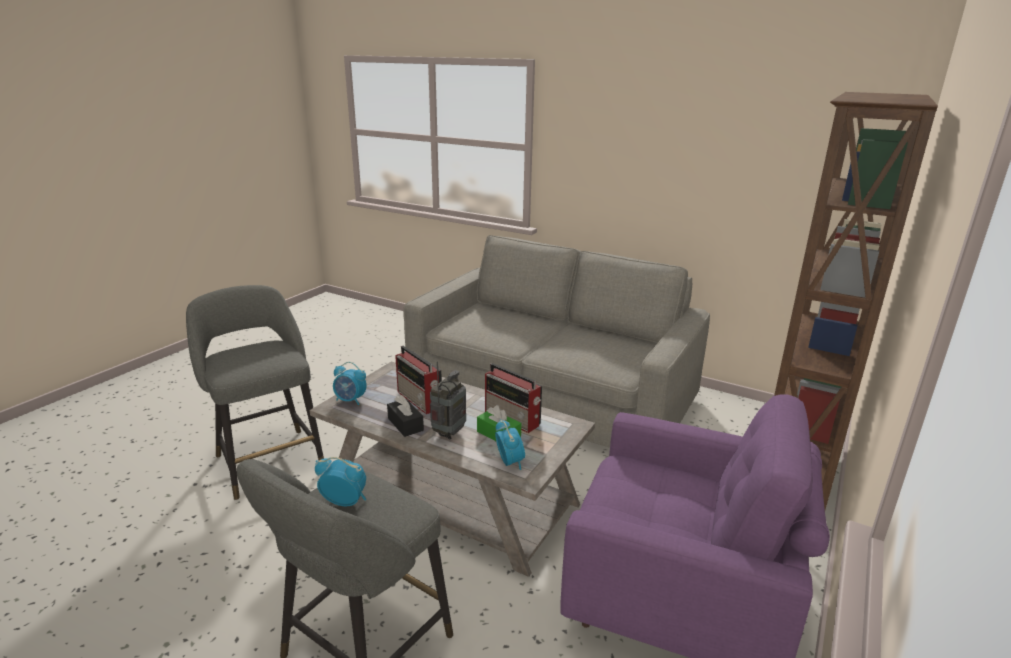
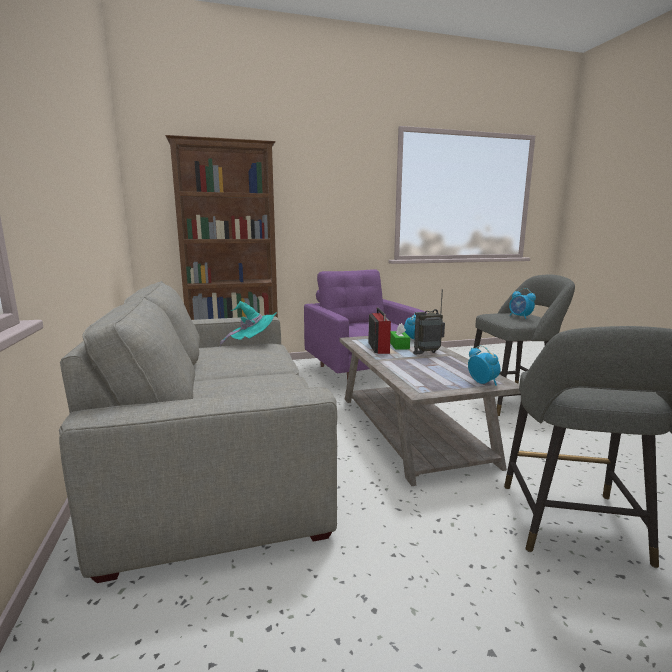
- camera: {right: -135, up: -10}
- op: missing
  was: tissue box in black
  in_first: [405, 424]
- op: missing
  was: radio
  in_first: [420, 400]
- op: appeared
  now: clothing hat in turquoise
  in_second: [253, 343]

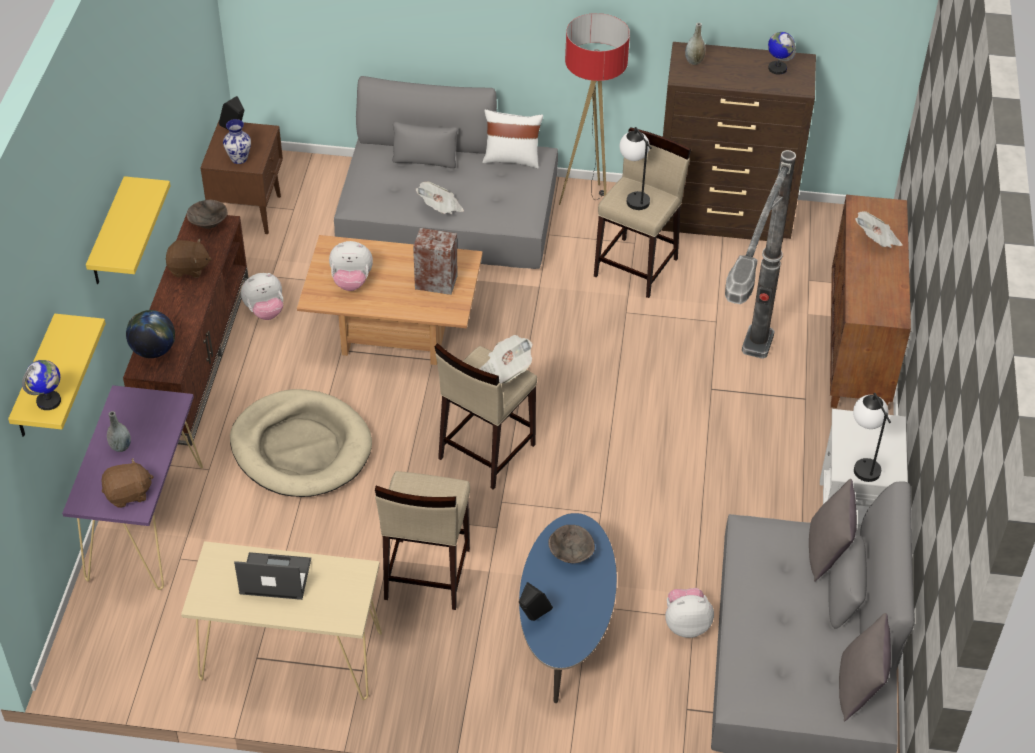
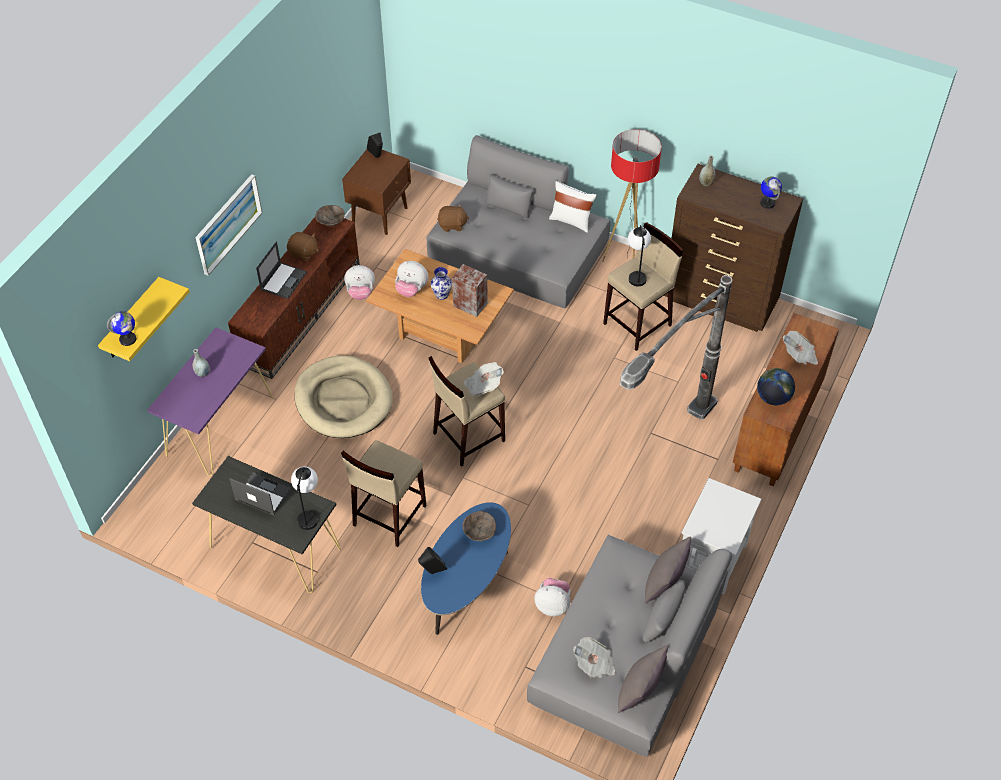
- camera: {right: 20, up: 5}
- op: exchanged
  was: wall shelf in yellow
  now: picture
  in_first: [108, 234]
  in_second: [228, 224]
- op: relocated
  was: cuddly toy in brown
  in_first: [128, 494]
  in_second: [452, 225]
- op: relocated
  was: desk globe
  in_first: [154, 351]
  in_second: [773, 398]
- op: colour
  was: console table in beige-coloured
  now: console table in black
  in_first: [290, 655]
  in_second: [274, 547]
- op: relocated
  was: decorative vase
  in_first: [239, 158]
  in_second: [442, 295]
- op: relocated
  was: printed paper
  in_first: [440, 208]
  in_second: [594, 664]
- op: relocated
  was: table lamp
  in_first: [862, 463]
  in_second: [309, 514]
- op: appeared
  now: laptop
  in_second: [283, 280]

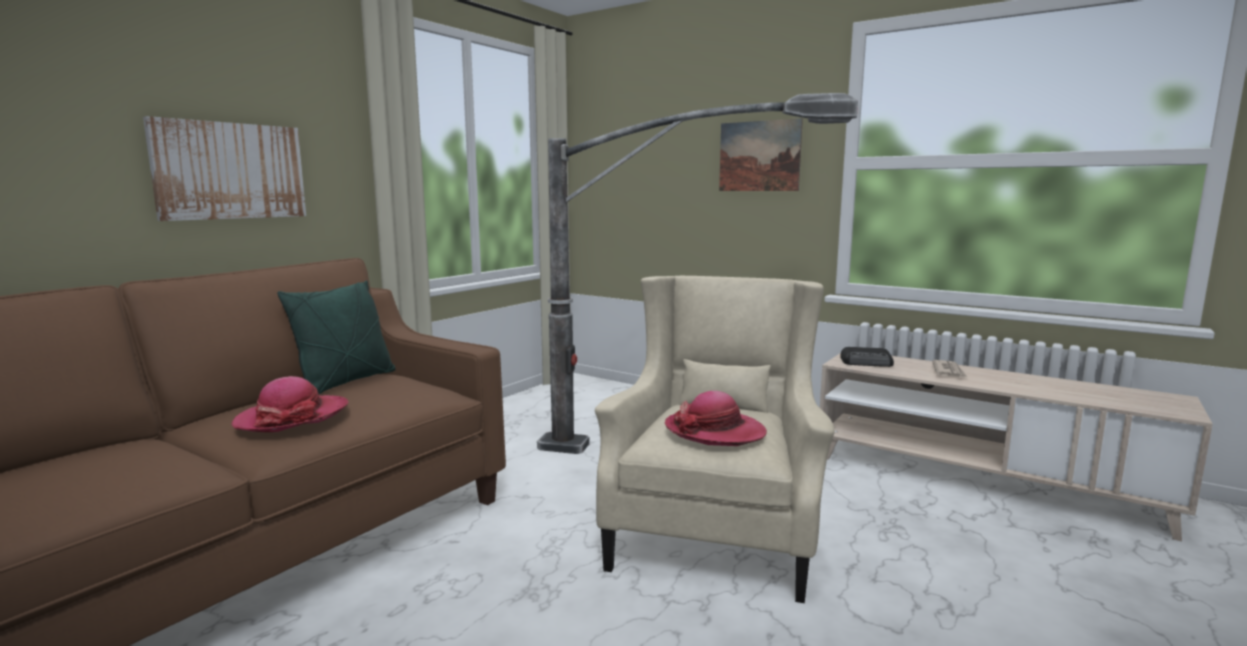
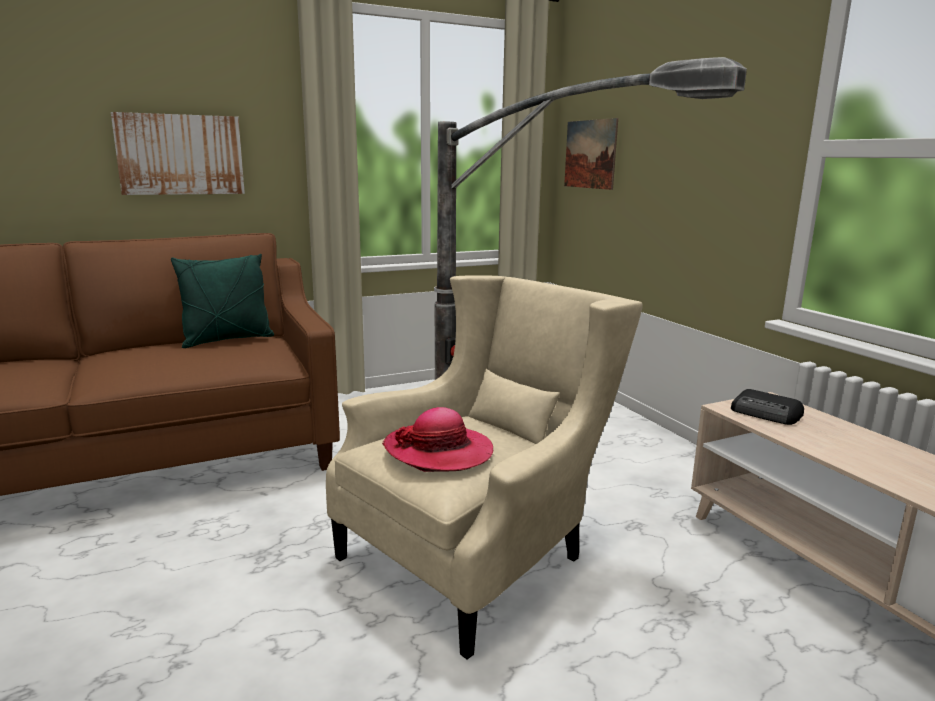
- camera: {right: 30, up: 5}
- op: missing
  was: clothing hat
  in_first: [292, 417]
- op: relocated
  was: picture
  in_first: [759, 156]
  in_second: [590, 154]
- op: missing
  was: printed paper
  in_first: [948, 371]

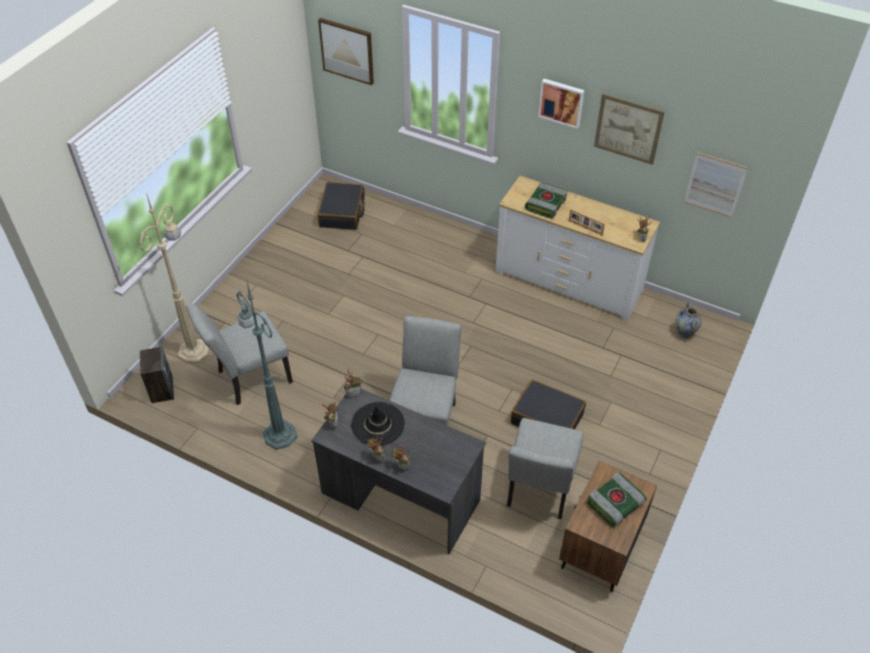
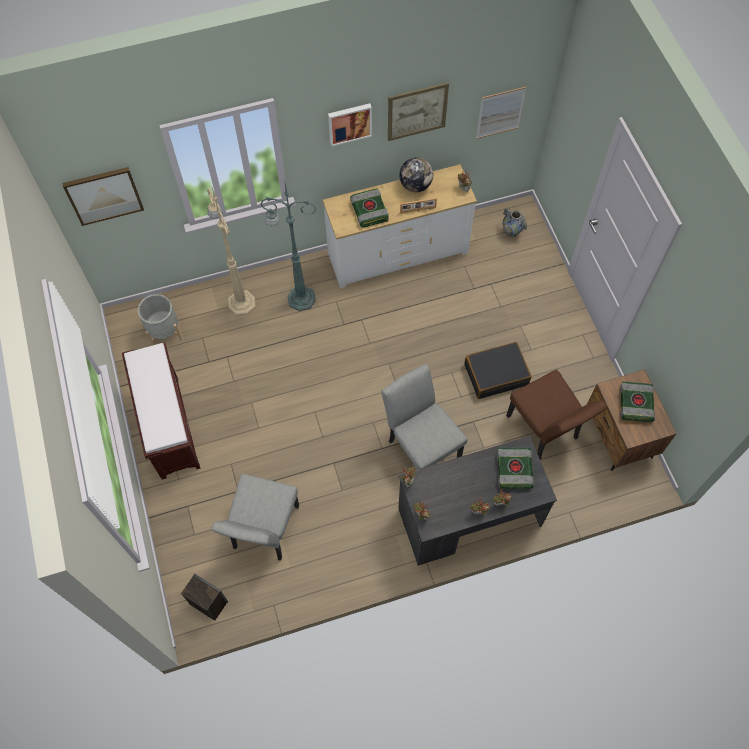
- camera: {right: -45, up: 15}
- op: relocated
  was: floor lamp in beige-coloured
  in_first: [195, 350]
  in_second: [241, 301]
- op: relocated
  was: floor lamp in green
  in_first: [279, 433]
  in_second: [299, 298]
- op: exchanged
  was: piece of luggage in black
  now: flower pot in gray
  in_first: [342, 212]
  in_second: [164, 331]
- op: missing
  was: clothing hat in black
  in_first: [378, 424]
- op: colour
  was: chair in gray
  now: chair in brown
  in_first: [538, 491]
  in_second: [545, 431]
- op: appeared
  now: long seat in brown
  in_second: [169, 426]
- op: appeared
  now: desk globe
  in_second: [415, 185]
- op: appeared
  now: bound book
  in_second: [514, 471]

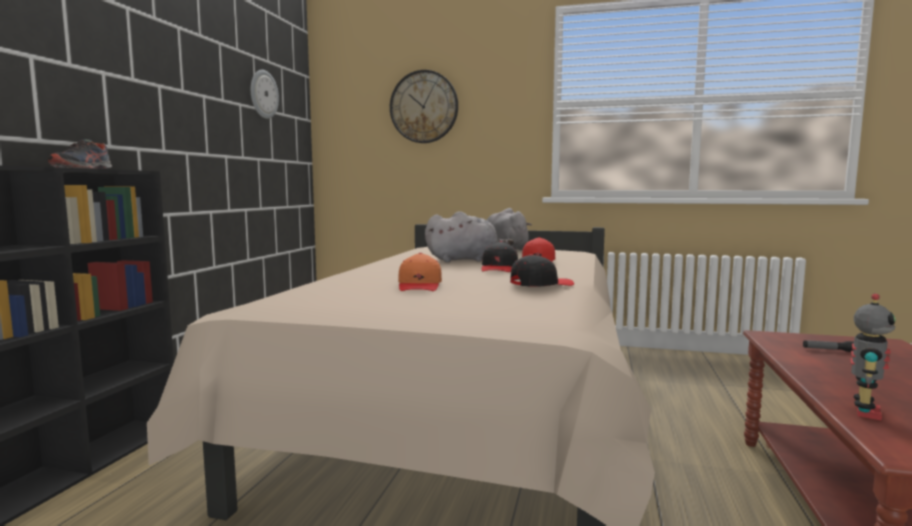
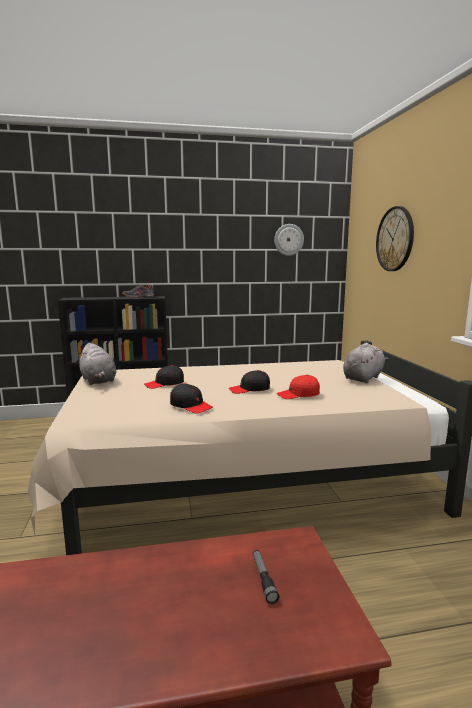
- camera: {right: 65, up: 5}
- op: colour
  was: cap in orange-coloured
  now: cap in black
  in_first: [420, 285]
  in_second: [165, 384]
- op: relocated
  was: cuddly toy in gray
  in_first: [465, 260]
  in_second: [98, 381]
- op: missing
  was: model robot
  in_first: [864, 412]

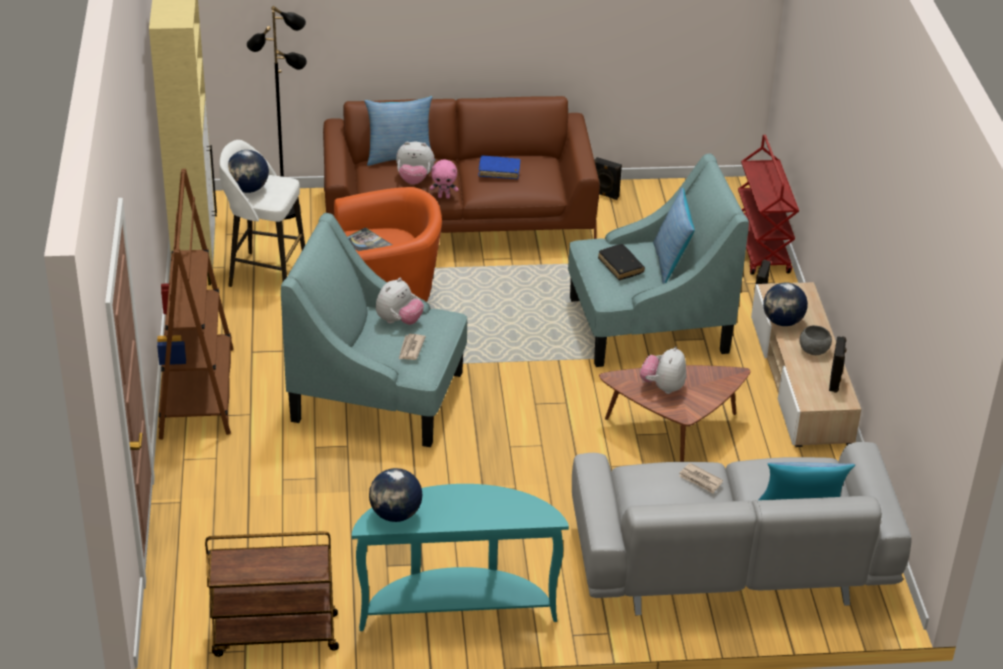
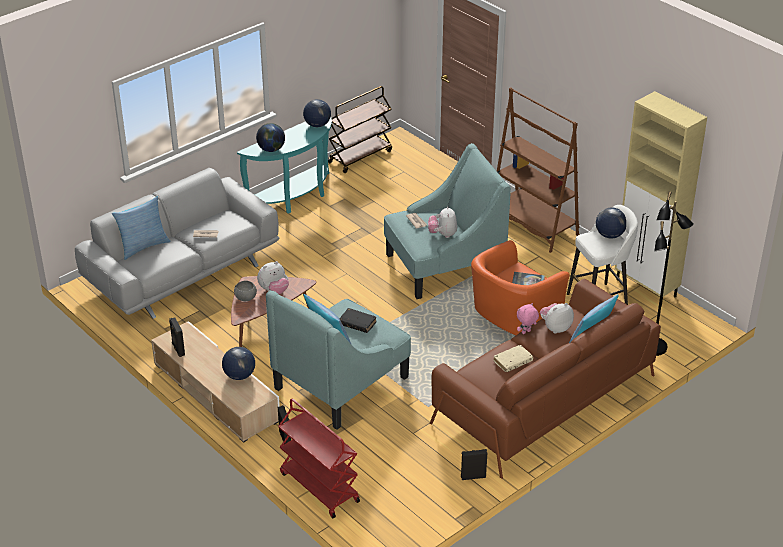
- camera: {right: 145, up: 0}
- op: colour
  was: bound book in bluish
  now: bound book in beige-coloured
  in_first: [499, 171]
  in_second: [513, 362]
- op: spun
  was: cuddly toy
  in_first: [662, 387]
  in_second: [274, 290]
  clockwise: 75
- op: relocated
  was: bowl in gray
  in_first: [814, 350]
  in_second: [245, 297]
- op: appeared
  now: desk globe
  in_second: [271, 149]

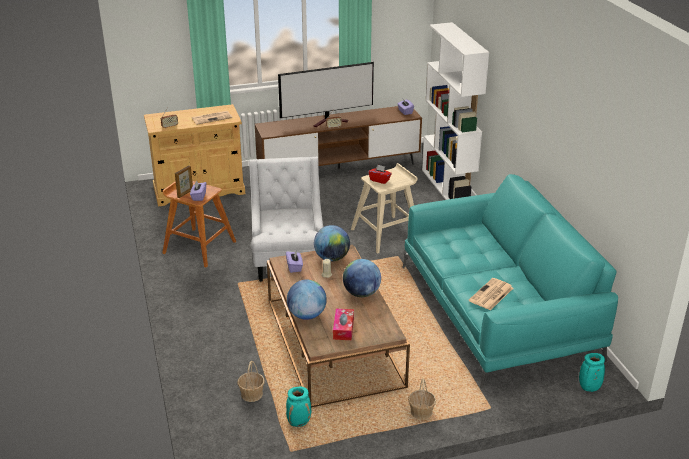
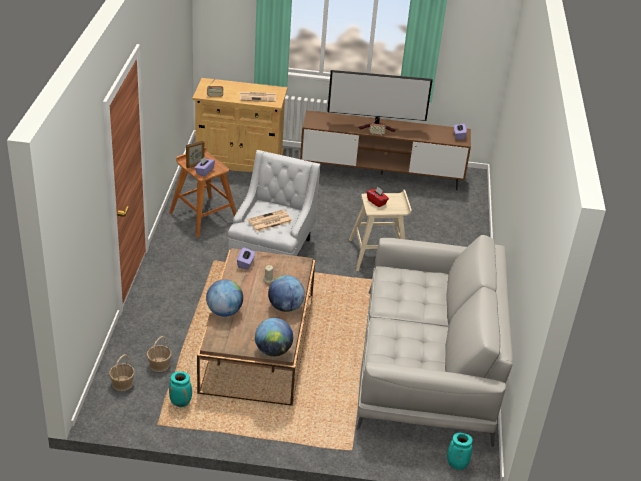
- camera: {right: 20, up: 5}
- op: relocated
  was: desk globe
  in_first: [332, 258]
  in_second: [273, 351]
- op: missing
  was: tissue box
  in_first: [343, 328]
- op: colour
  was: sofa in turquoise
  now: sofa in gray
  in_first: [498, 312]
  in_second: [426, 365]
- op: relocated
  was: household basket
  in_first: [421, 412]
  in_second: [122, 384]
- op: missing
  was: bookcase in white
  in_first: [448, 187]
- op: relocated
  was: printed paper
  in_first: [491, 295]
  in_second: [269, 221]

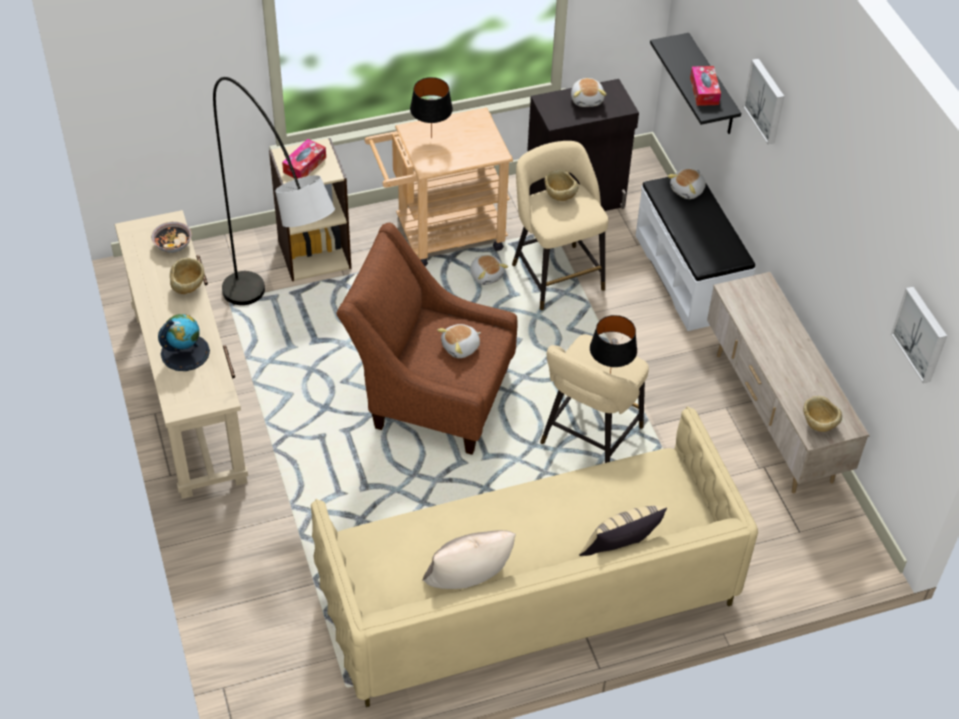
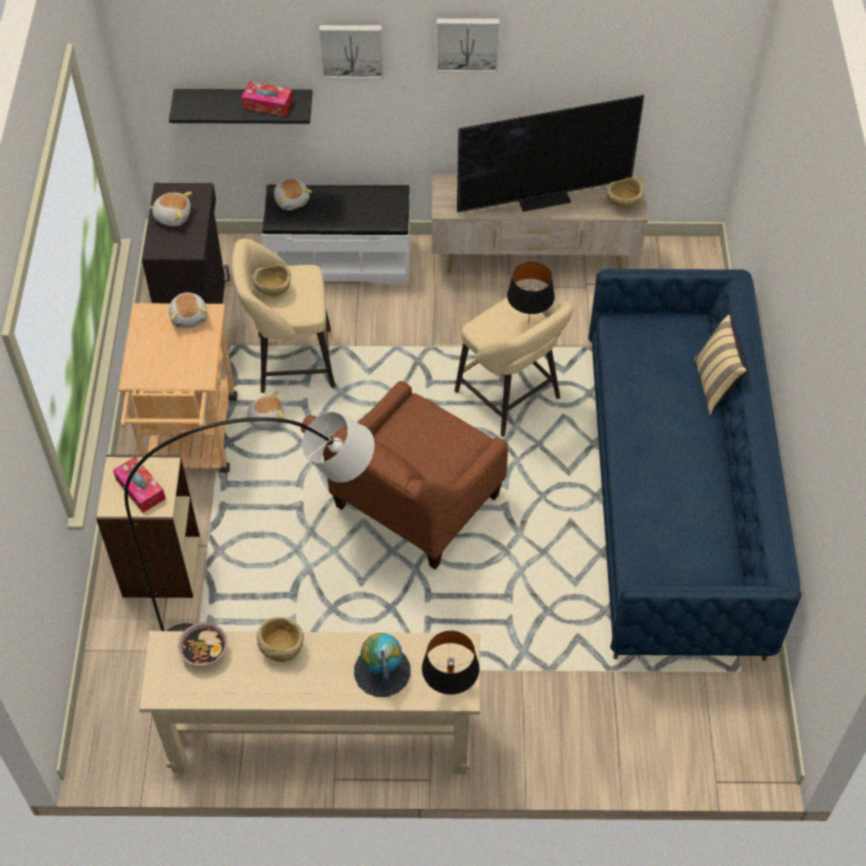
- camera: {right: -70, up: 5}
- op: colour
  was: sofa in beige-coloured
  now: sofa in bluish
  in_first: [527, 594]
  in_second: [674, 498]
- op: relocated
  was: table lamp in black
  in_first: [431, 138]
  in_second: [450, 691]
- op: missing
  was: throw pillow in beige-coloured
  in_first: [468, 582]
- op: relocated
  was: cuddly toy
  in_first: [461, 347]
  in_second: [189, 316]
- op: relocated
  was: picture
  in_first: [922, 334]
  in_second: [467, 43]
- op: appeared
  now: TV
  in_second: [544, 197]

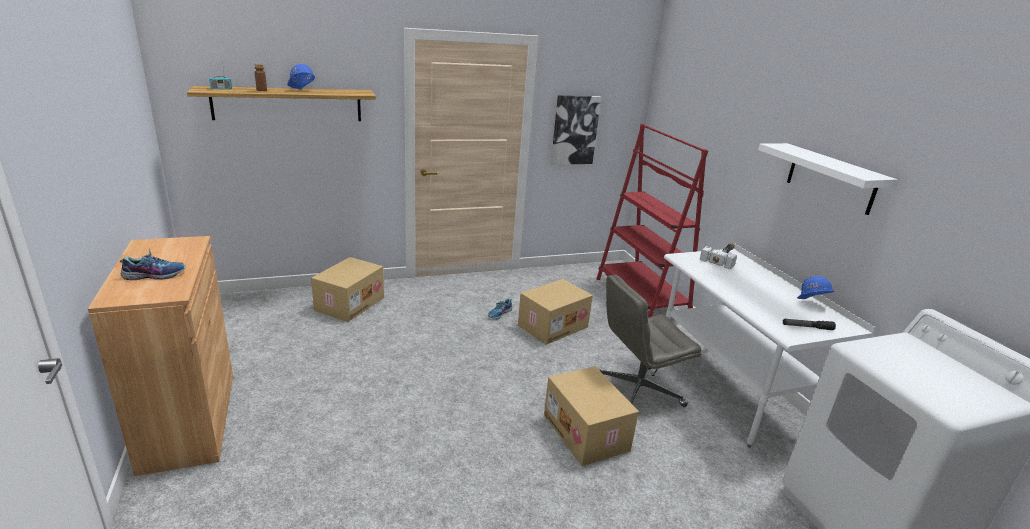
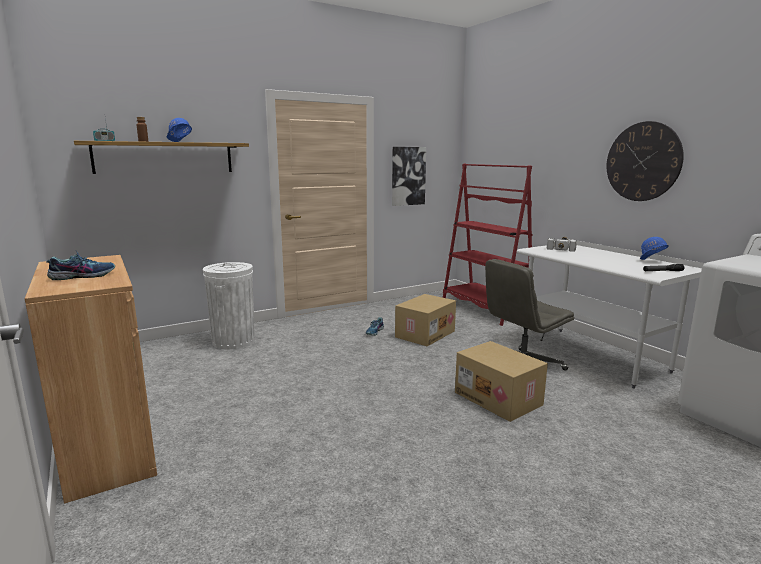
- camera: {right: -10, up: -10}
- op: exchanged
  was: packing box
  now: waste bin in white
  in_first: [349, 303]
  in_second: [233, 341]
- op: exchanged
  was: wall shelf in white
  now: wall clock
  in_first: [831, 178]
  in_second: [643, 161]

